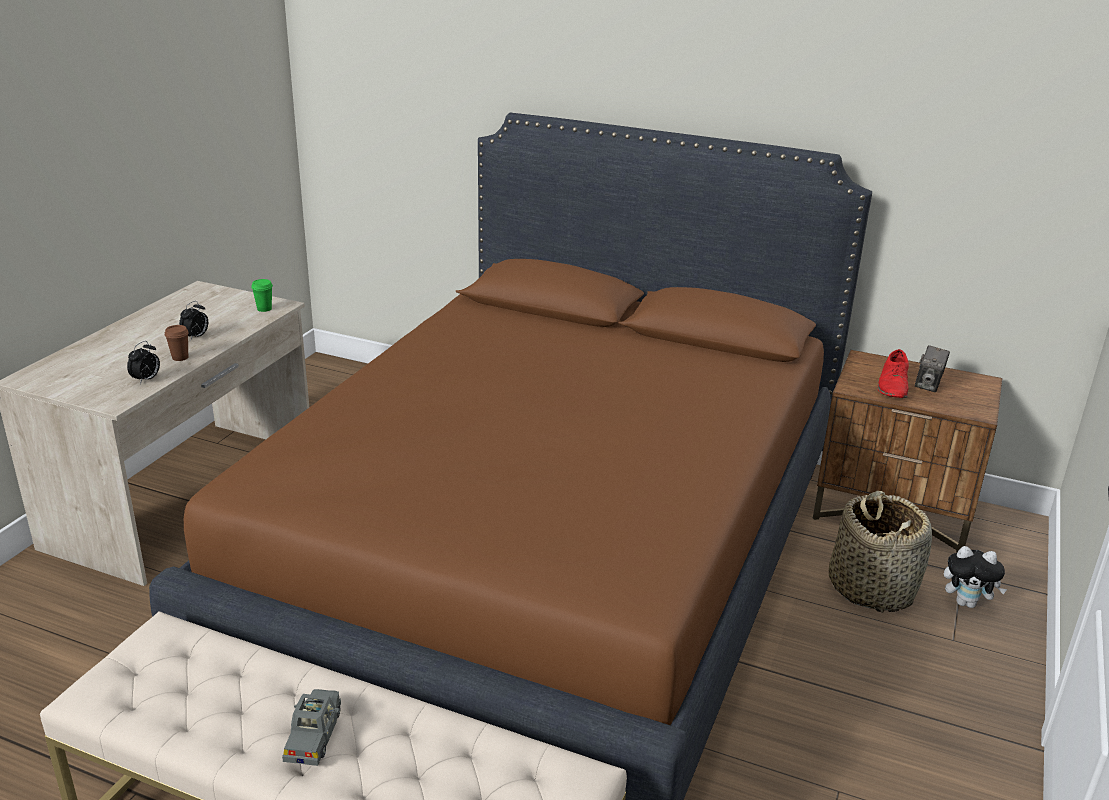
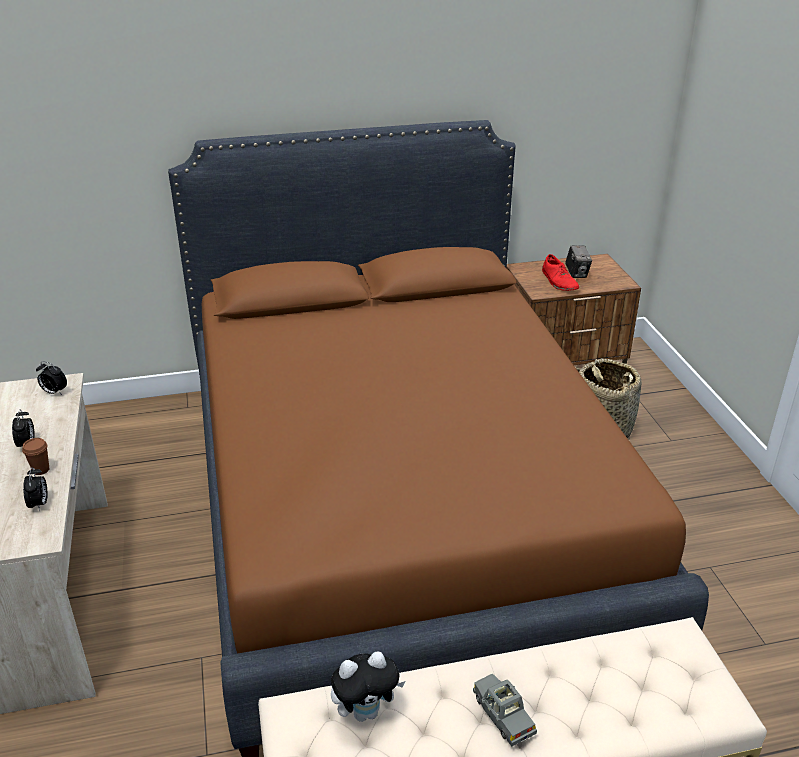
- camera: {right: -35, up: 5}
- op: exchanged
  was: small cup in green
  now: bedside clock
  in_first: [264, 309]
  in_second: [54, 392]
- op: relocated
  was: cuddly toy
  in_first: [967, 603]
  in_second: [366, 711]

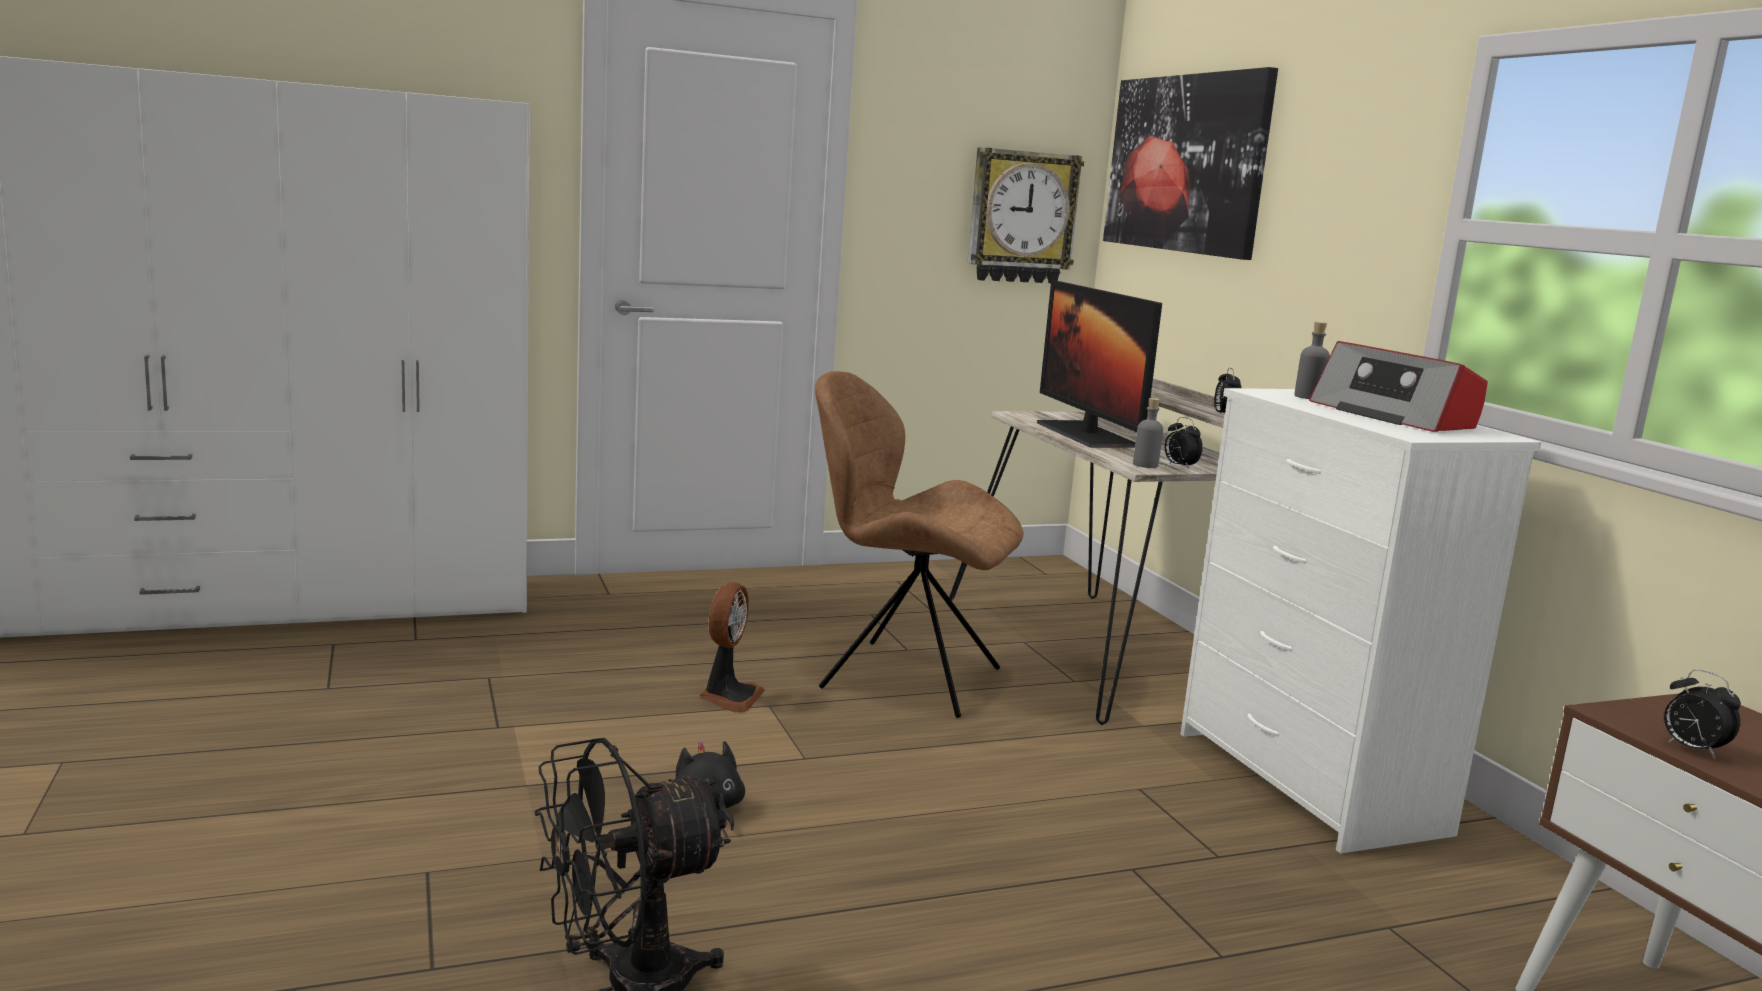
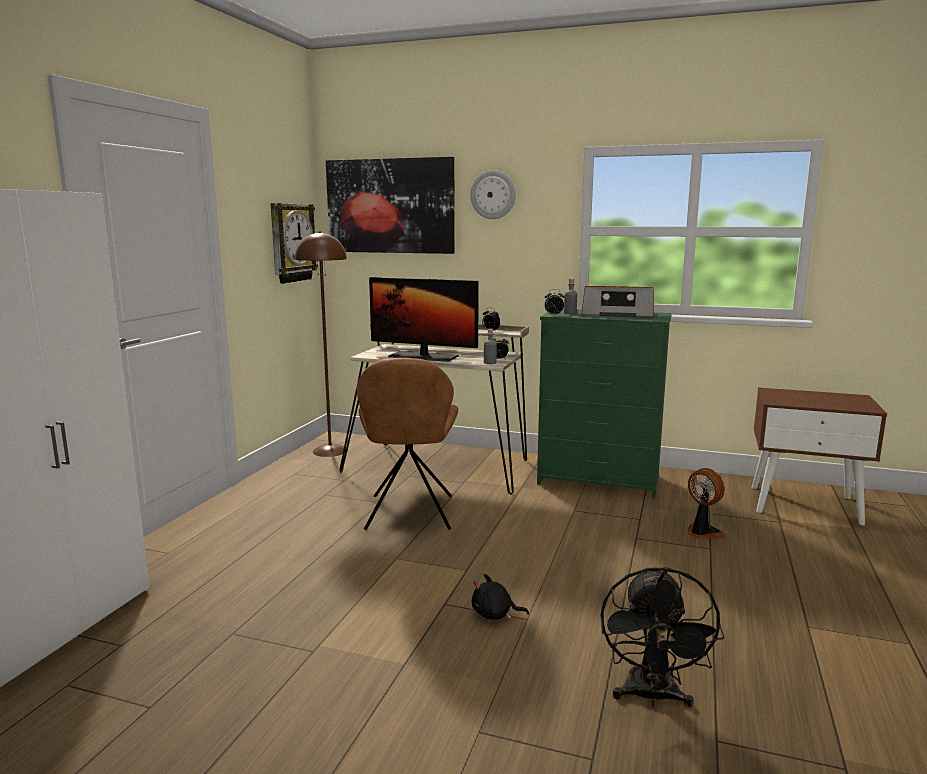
- camera: {right: -50, up: 0}
- op: relocated
  was: fan
  in_first: [729, 697]
  in_second: [702, 533]
- op: spun
  was: chair in brown
  in_first: [904, 677]
  in_second: [409, 514]
  clockwise: -60
- op: colour
  was: chest of drawers in white
  now: chest of drawers in green
  in_first: [1308, 783]
  in_second: [599, 480]
- op: relocated
  was: bedside clock
  in_first: [1691, 749]
  in_second: [553, 315]
- op: appeared
  now: floor lamp in brown
  in_second: [330, 450]
- op: appeared
  now: wall clock
  in_second: [493, 195]

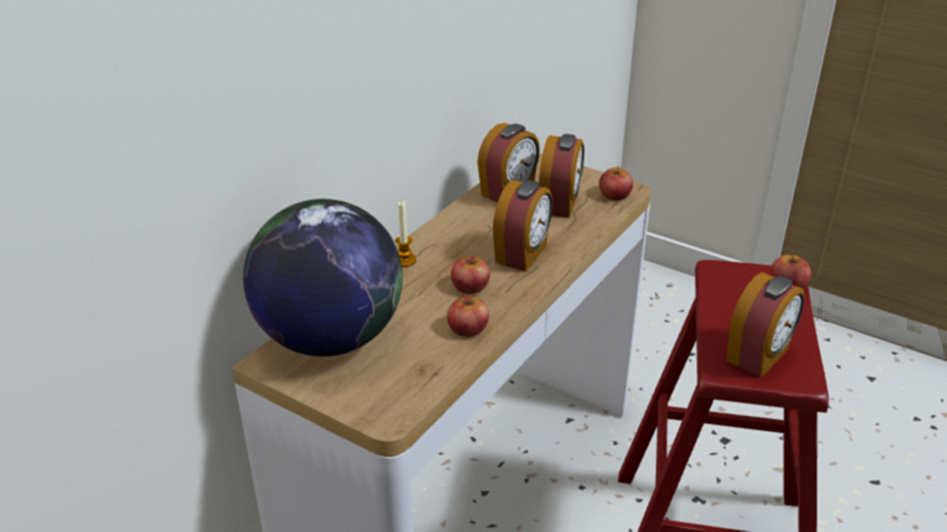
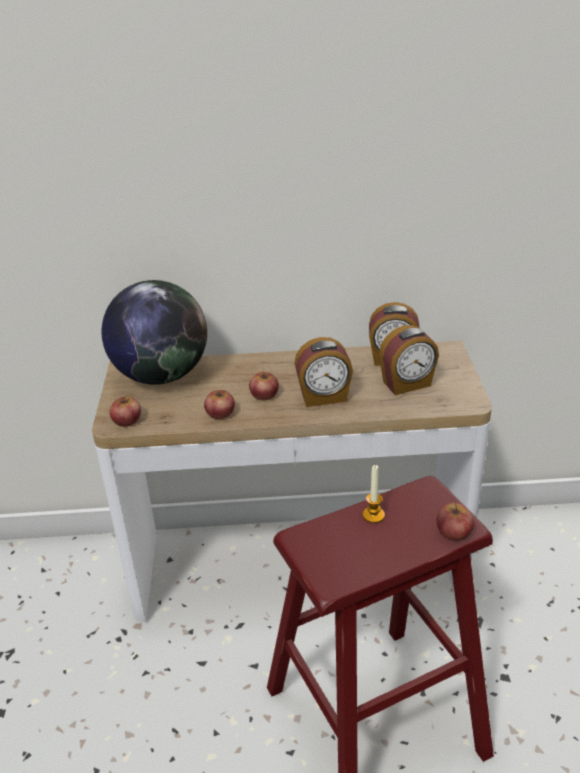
- camera: {right: 55, up: 0}
- op: relocated
  was: wax candle
  in_first: [404, 260]
  in_second: [373, 515]
- op: relocated
  was: whole apple
  in_first: [614, 194]
  in_second: [127, 420]
- op: missing
  was: bedside clock
  in_first: [759, 356]

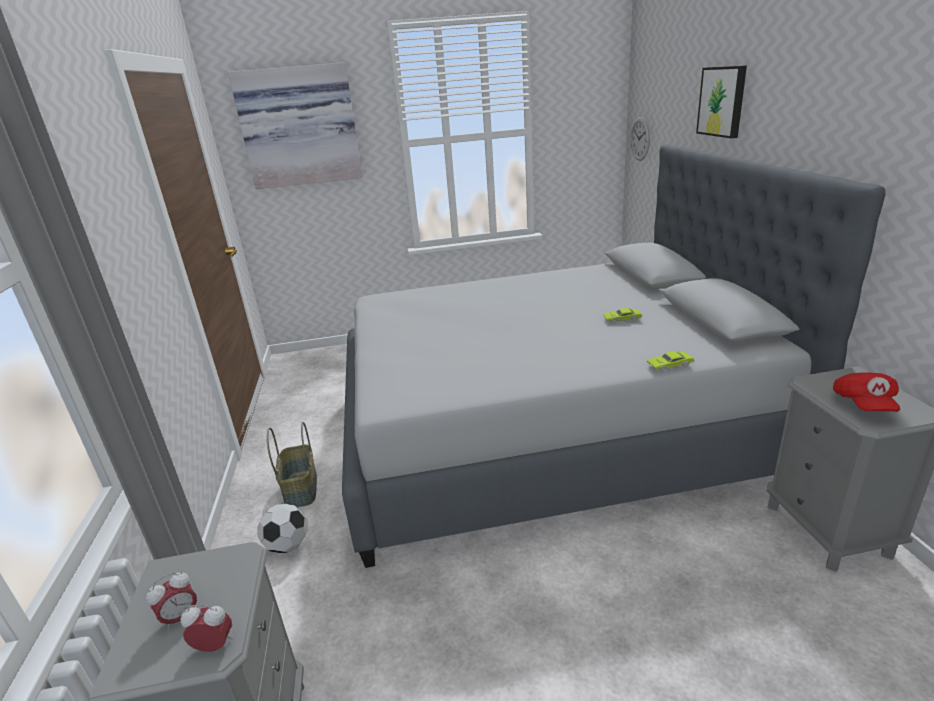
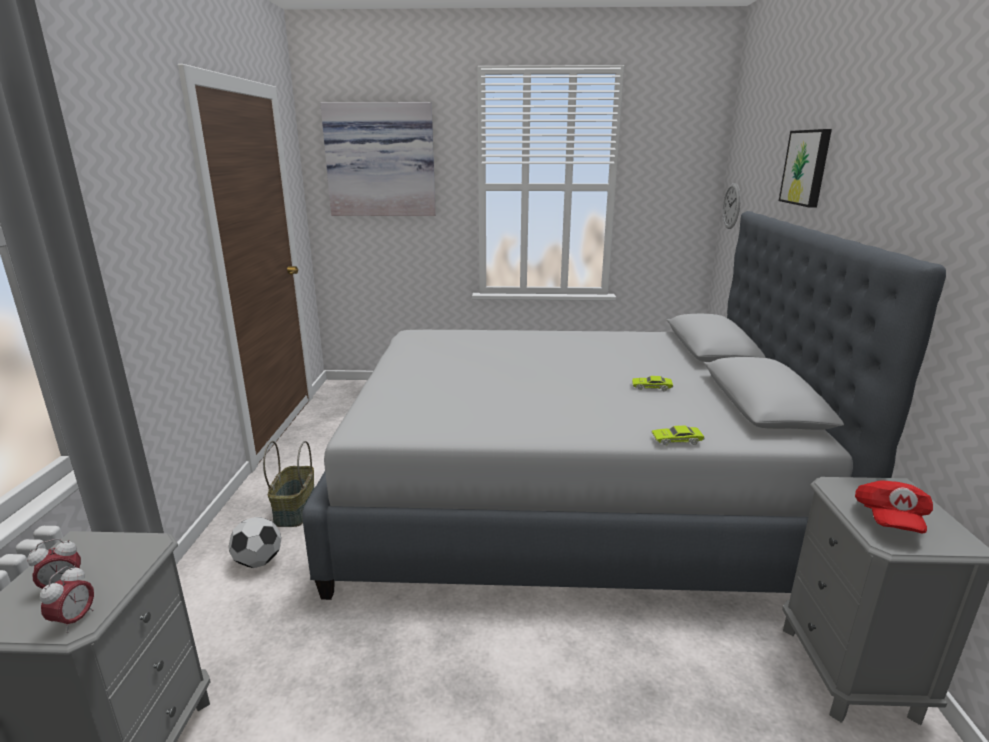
- camera: {right: 10, up: -5}
- op: spun
  was: bedside clock
  in_first: [215, 646]
  in_second: [75, 620]
  clockwise: 90

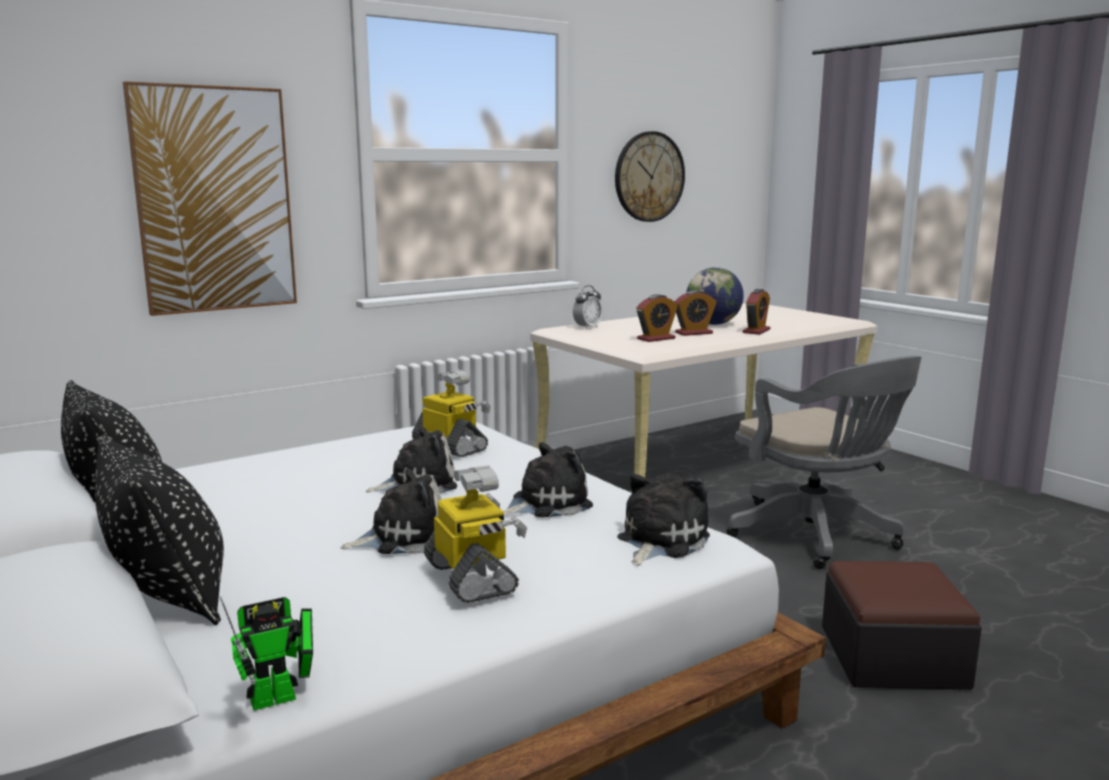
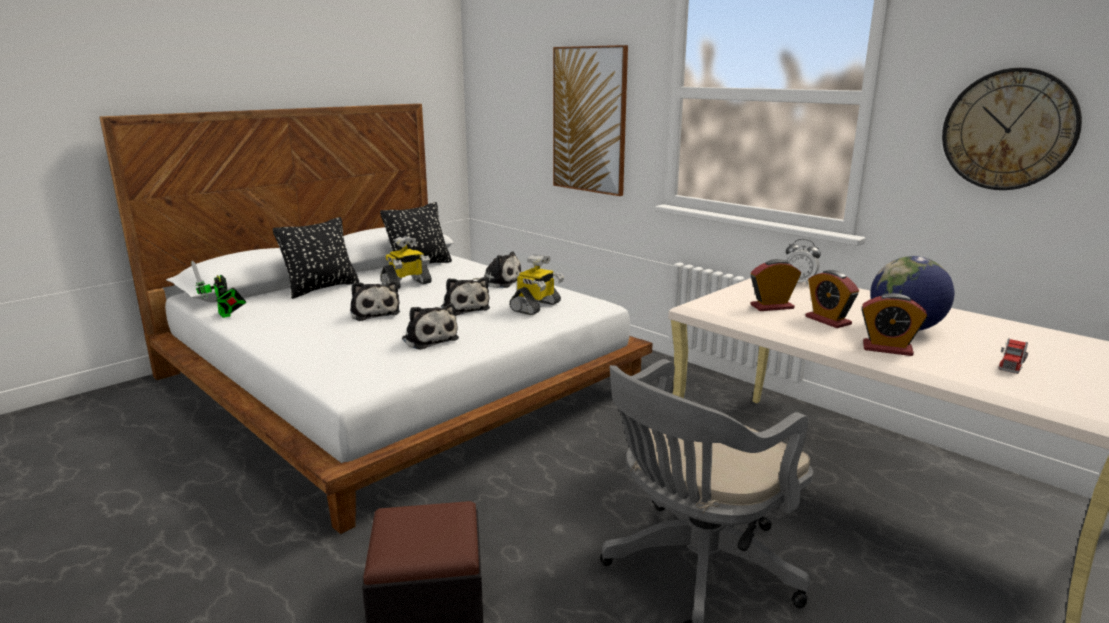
- camera: {right: 80, up: 5}
- op: relocated
  was: model robot
  in_first: [472, 577]
  in_second: [406, 284]
- op: relocated
  was: cuddly toy
  in_first: [658, 541]
  in_second: [499, 282]
- op: spun
  was: bedside clock
  in_first: [656, 339]
  in_second: [772, 307]
  clockwise: 120
- op: appeared
  now: model truck
  in_second: [1012, 365]

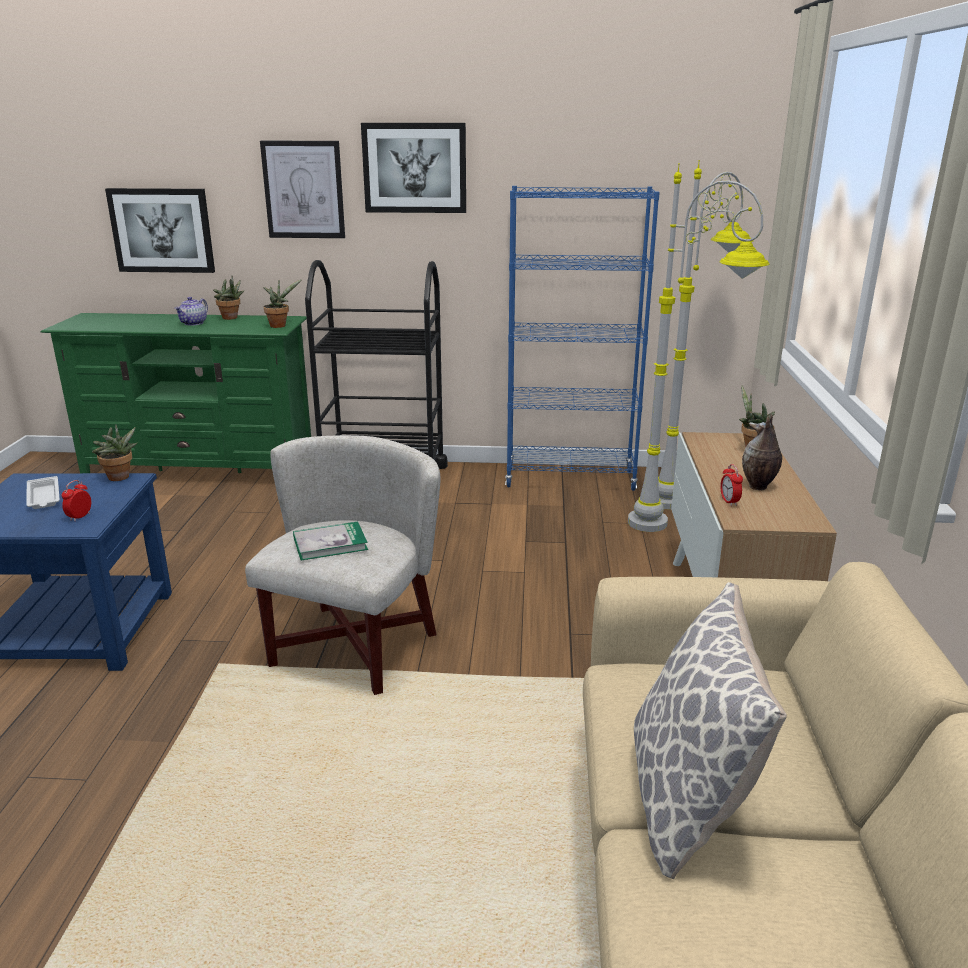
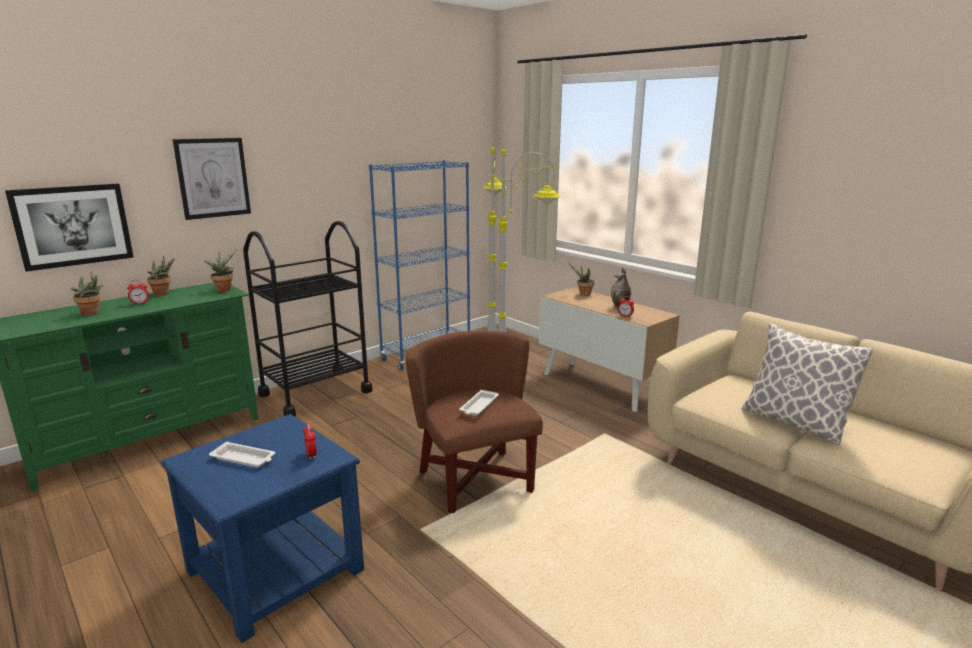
- camera: {right: -45, up: -5}
- op: relocated
  was: potted plant
  in_first: [120, 478]
  in_second: [93, 313]
- op: exchanged
  was: teapot
  now: bedside clock
  in_first: [193, 323]
  in_second: [140, 303]
- op: colour
  was: armchair in white
  now: armchair in brown
  in_first: [353, 647]
  in_second: [476, 480]
- op: exchanged
  was: bound book
  now: carrying tray in white
  in_first: [330, 544]
  in_second: [479, 406]
- op: missing
  was: picture
  in_first: [414, 168]

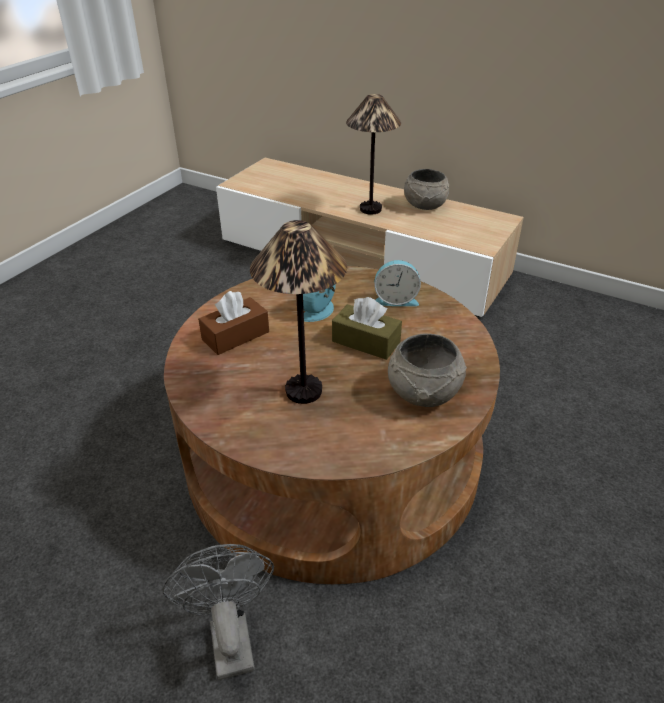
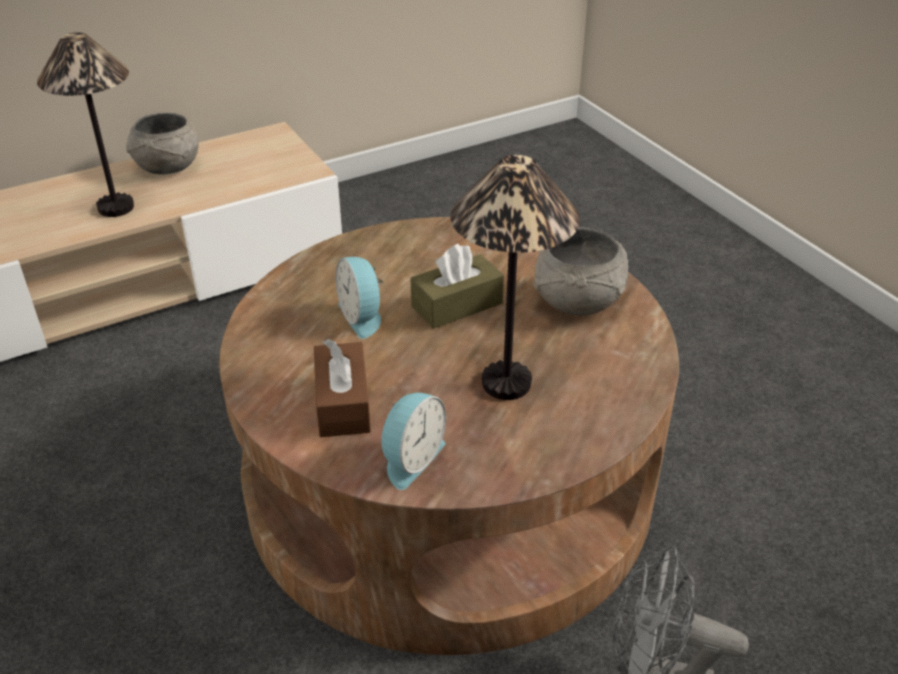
- camera: {right: -60, up: 0}
- op: relocated
  was: bedside clock
  in_first: [395, 300]
  in_second: [410, 459]

